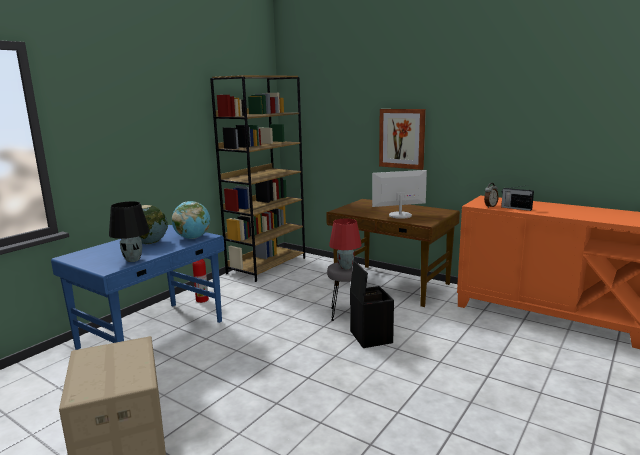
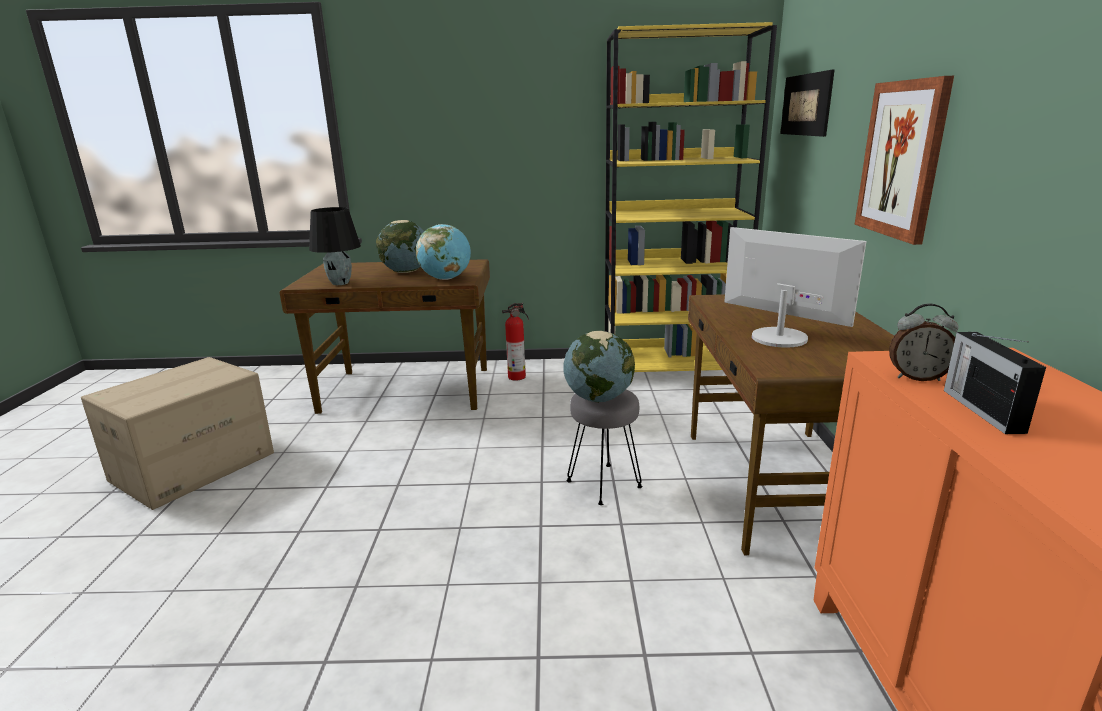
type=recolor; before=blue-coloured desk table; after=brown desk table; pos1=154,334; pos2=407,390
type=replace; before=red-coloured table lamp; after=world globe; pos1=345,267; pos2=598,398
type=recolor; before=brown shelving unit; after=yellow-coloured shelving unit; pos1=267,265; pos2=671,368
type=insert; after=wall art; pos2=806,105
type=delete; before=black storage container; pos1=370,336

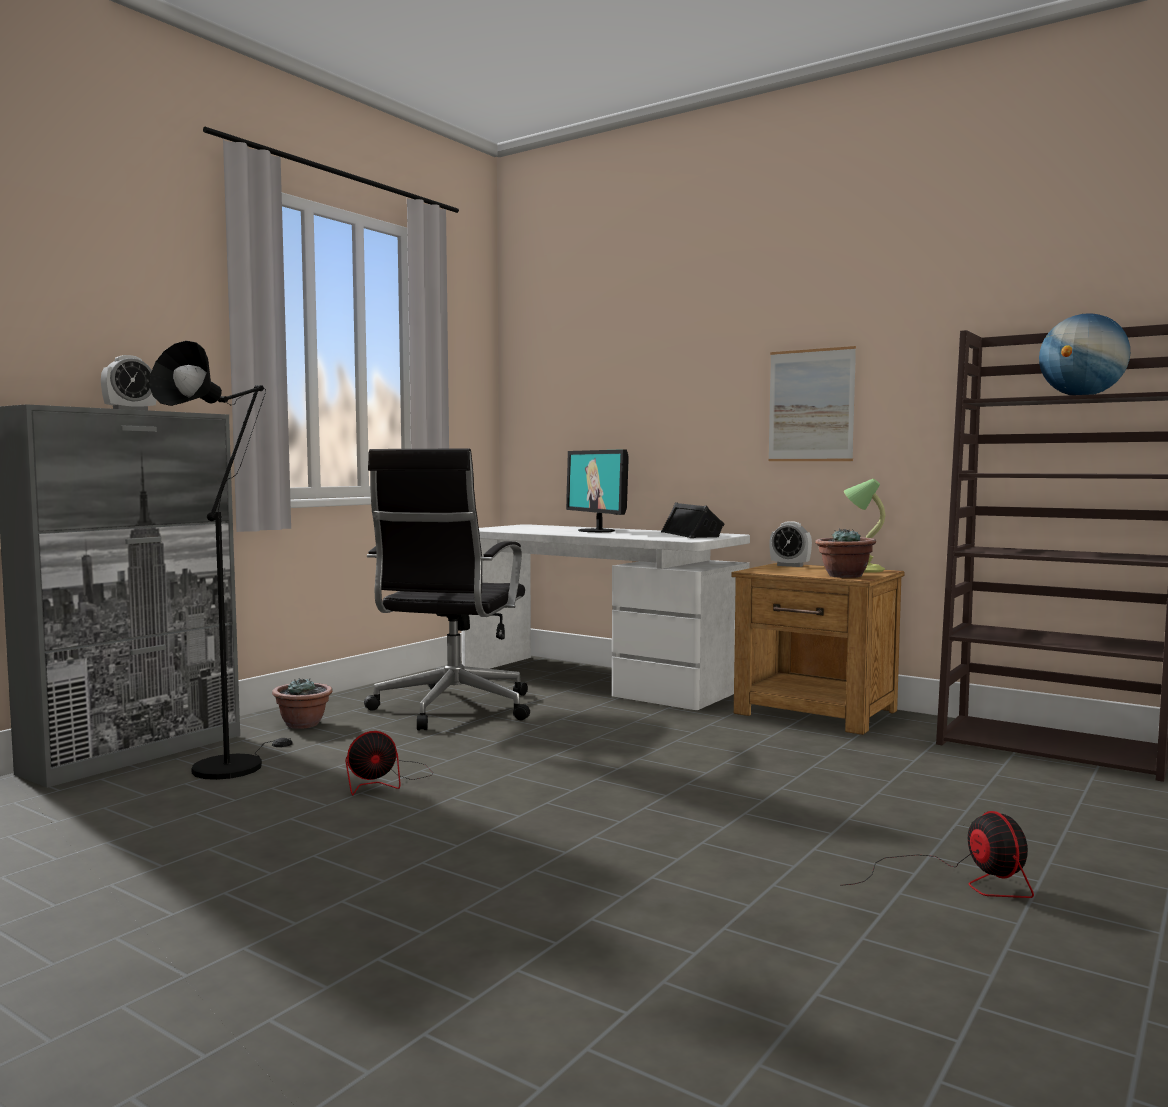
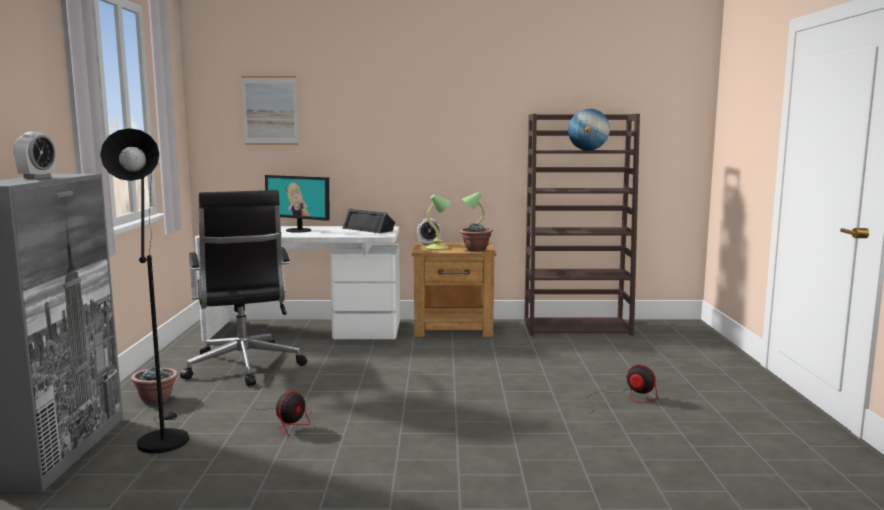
type=move; before=wall art; pos1=811,405; pos2=270,110
type=insert; after=table lamp; pos2=438,248

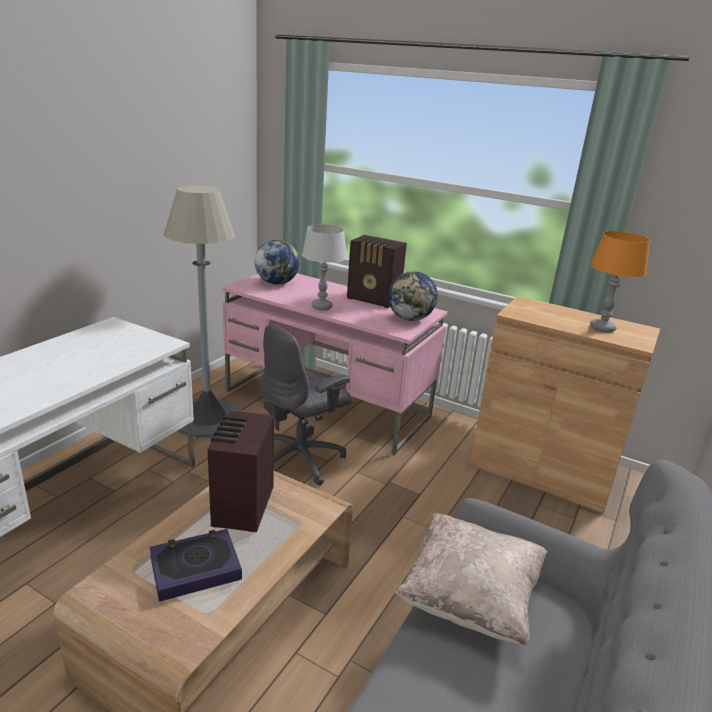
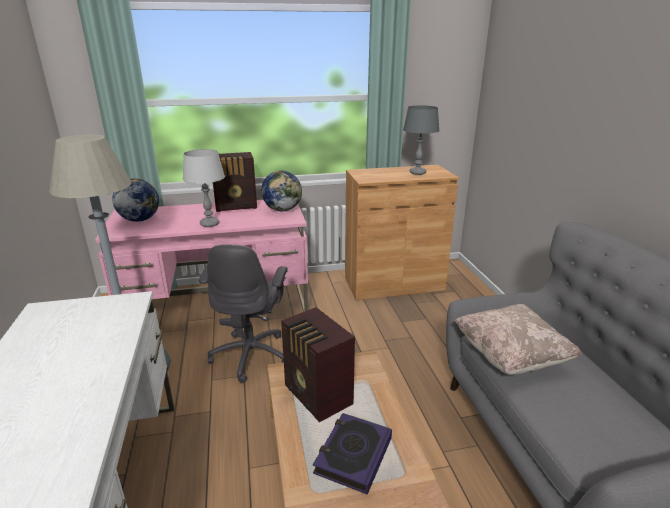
type=recolor; before=orange-coloured table lamp; after=greyish table lamp; pos1=602,328; pos2=417,173

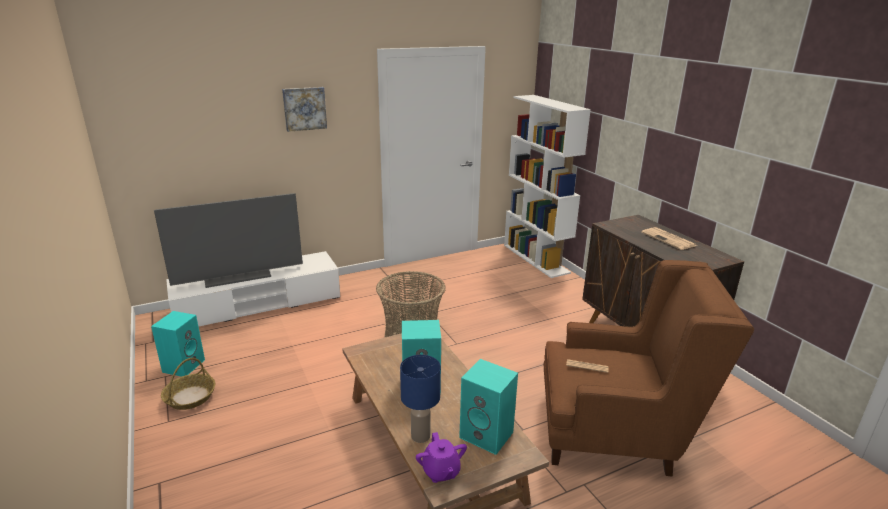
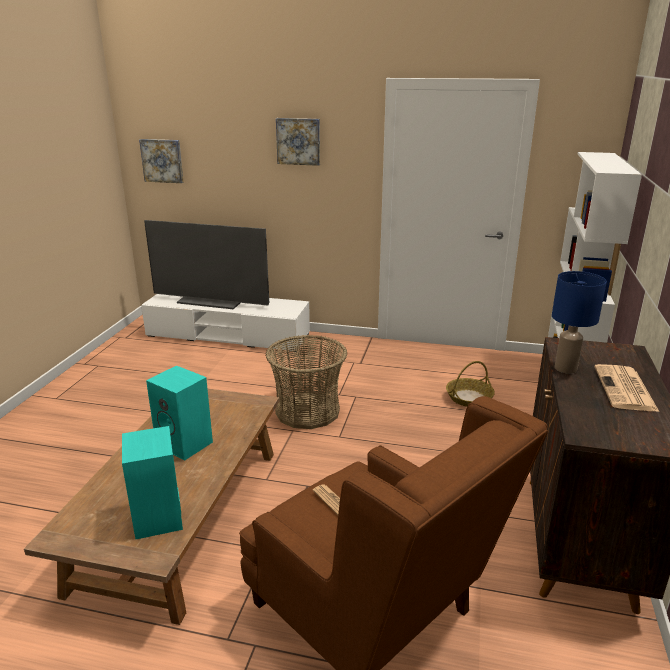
type=insert; after=wall art; pos2=162,160
type=move; before=storage basket; pos1=190,397; pos2=469,398
type=move; before=blue-coloured table lamp; pos1=420,436; pos2=565,368
type=delete; before=blue-green audio speaker; pos1=183,365
type=delete; before=purple tea pot; pos1=441,471

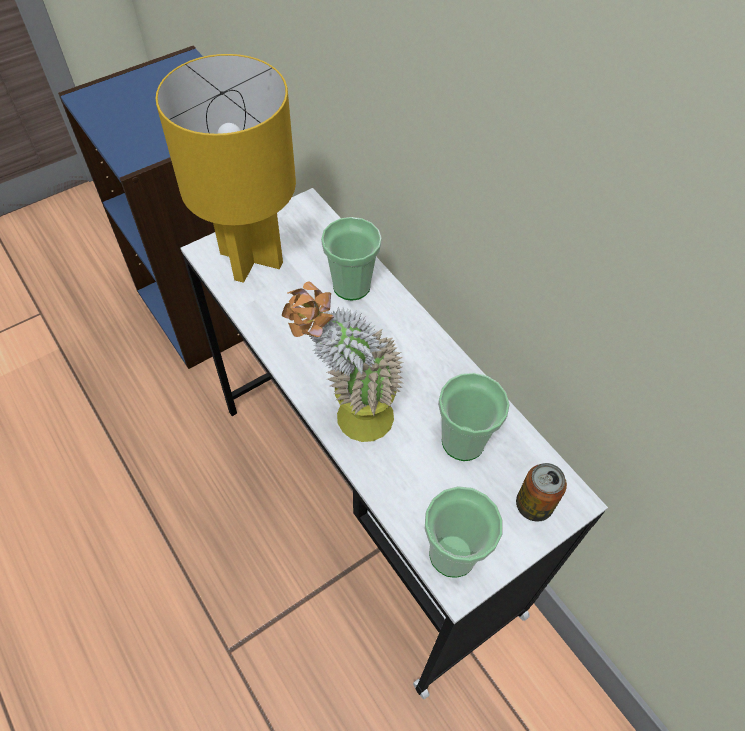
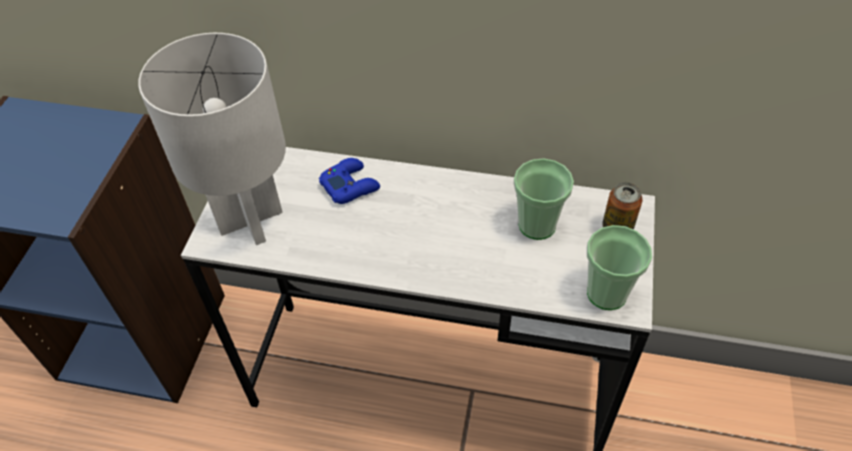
type=recolor; before=yellow-coloured table lamp; after=whitish table lamp; pos1=251,257; pos2=249,220
type=replace; before=drinking cup; after=blue-coloured gamepad; pos1=351,286; pos2=350,185
type=delete; before=potted plant; pos1=350,421

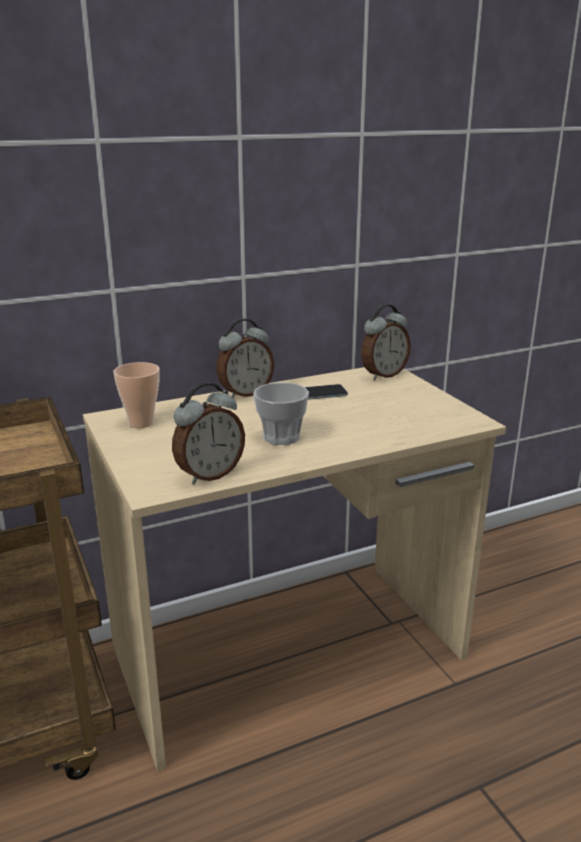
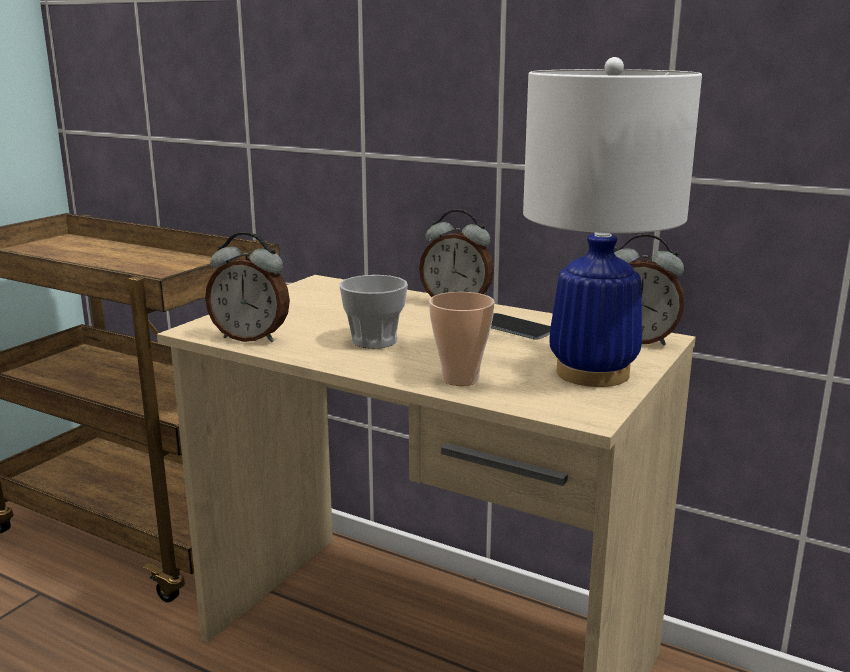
type=move; before=drinking cup; pos1=141,423; pos2=460,379
type=insert; after=whitish table lamp; pos2=592,372

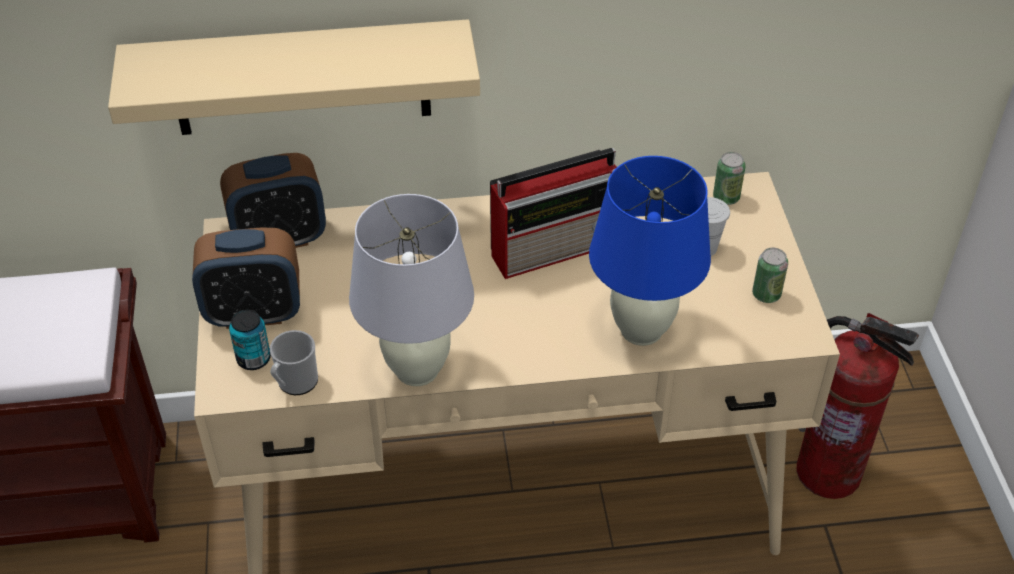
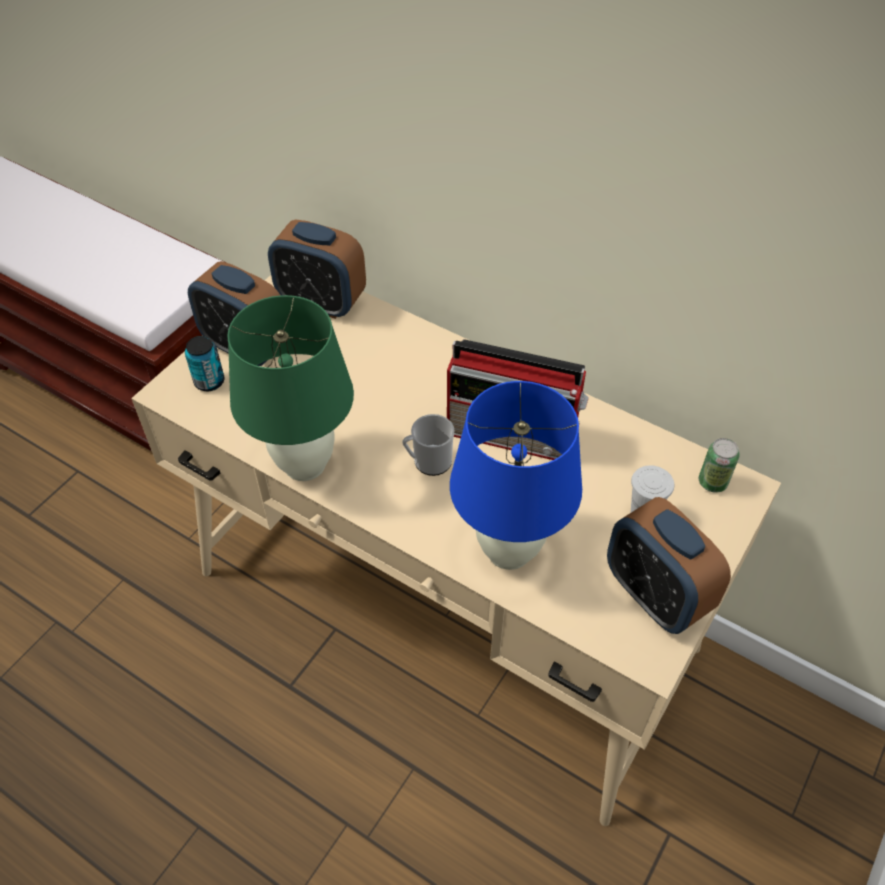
type=recolor; before=whitish table lamp; after=greenish table lamp; pos1=417,369; pos2=305,465
type=move; before=coffee mug; pos1=295,383; pos2=428,462
type=replace; before=metal can; after=alarm clock; pos1=766,294; pos2=655,595
type=delete; before=sand-coloured shelf; pos1=301,78
type=delete; before=extinguisher; pos1=828,473

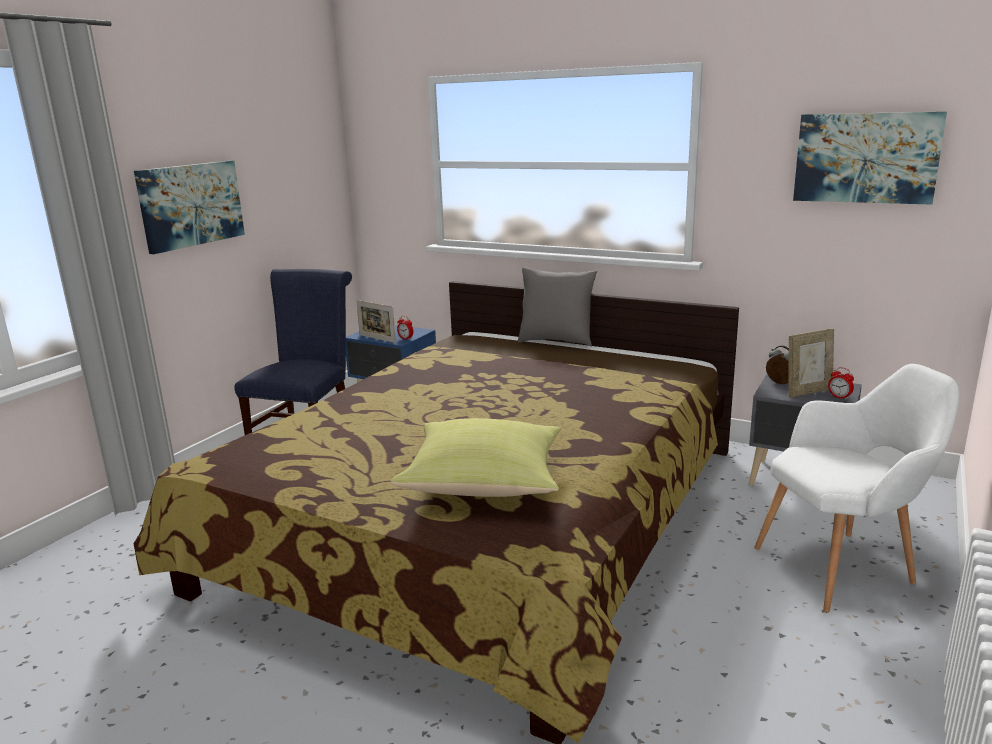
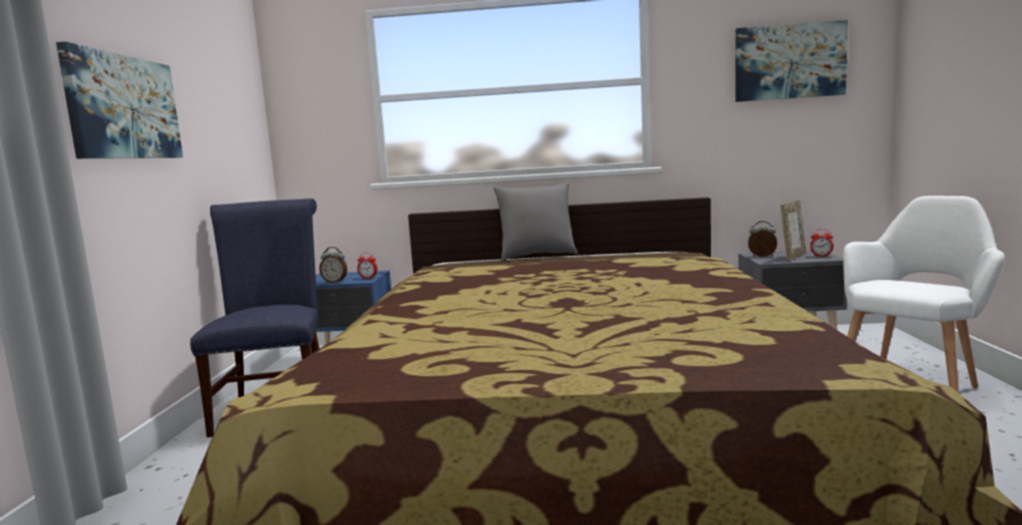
type=replace; before=picture frame; after=alarm clock; pos1=377,338; pos2=335,282
type=delete; before=yellow-coloured cushion; pos1=485,483

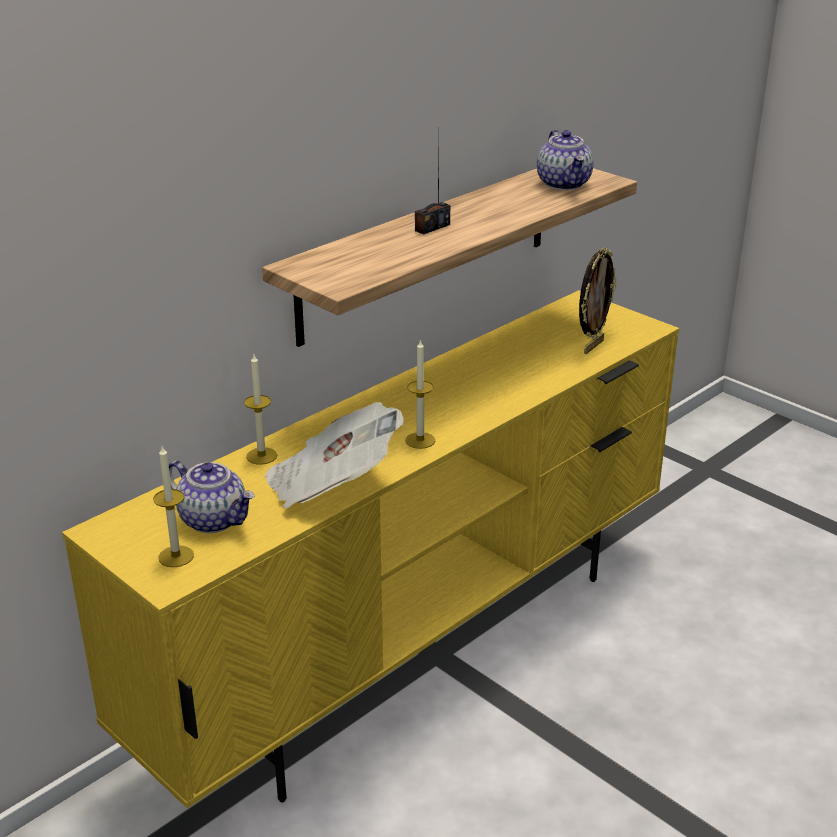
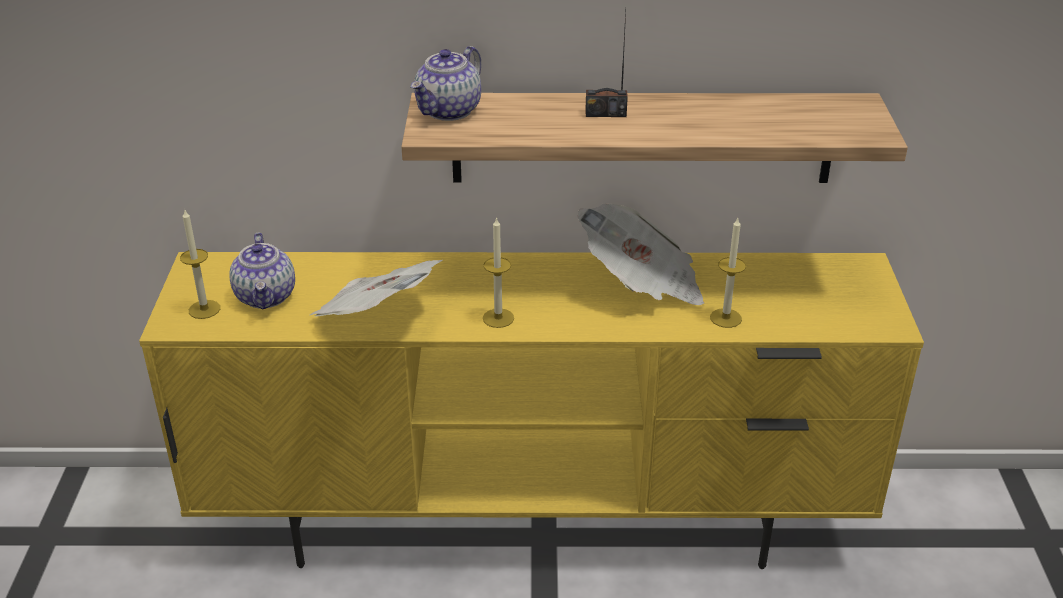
type=move; before=tea pot; pos1=564,184; pos2=449,111
type=insert; after=newspaper; pos2=642,284
type=move; before=wax light; pos1=261,456; pos2=725,318
type=delete; before=picture frame; pos1=592,346

